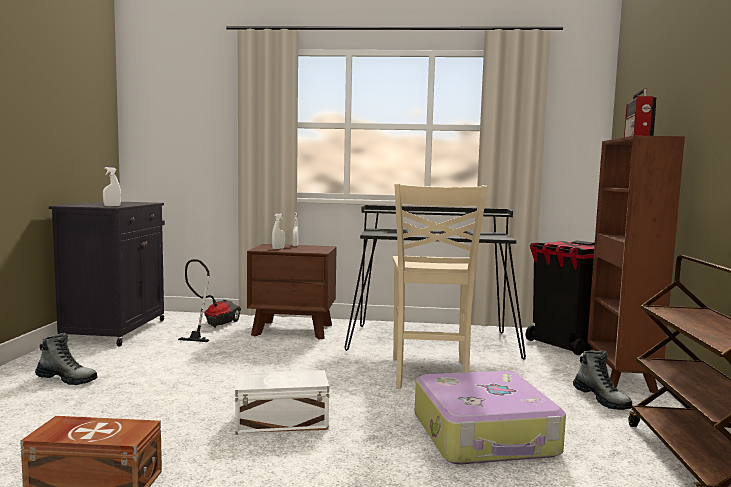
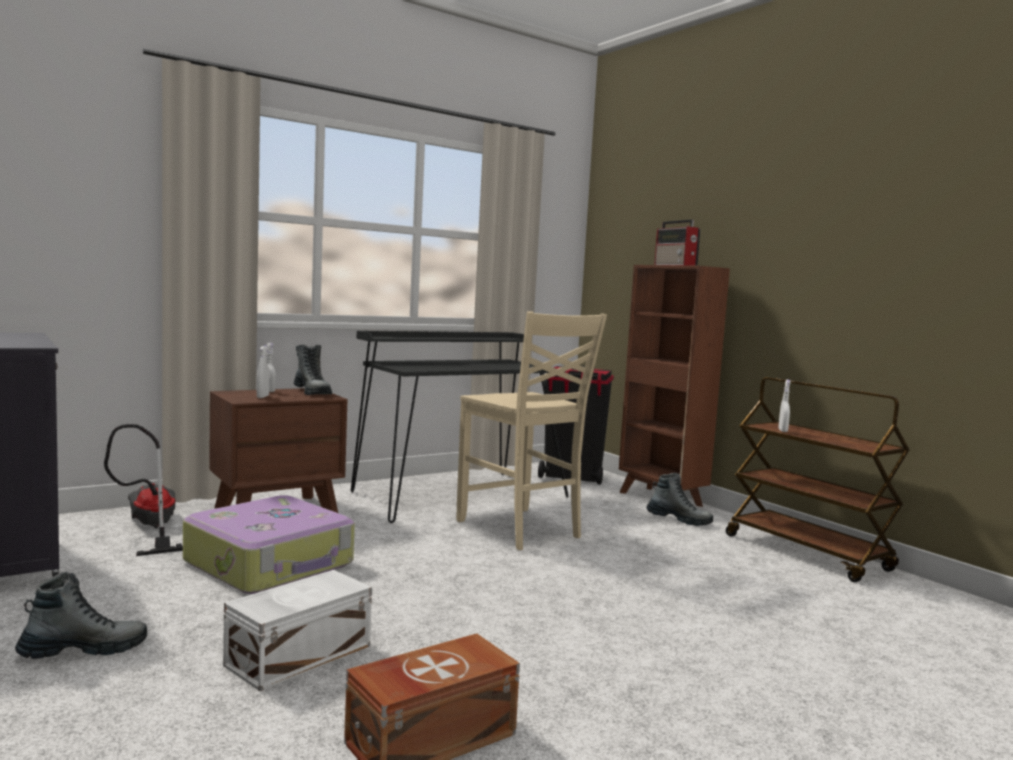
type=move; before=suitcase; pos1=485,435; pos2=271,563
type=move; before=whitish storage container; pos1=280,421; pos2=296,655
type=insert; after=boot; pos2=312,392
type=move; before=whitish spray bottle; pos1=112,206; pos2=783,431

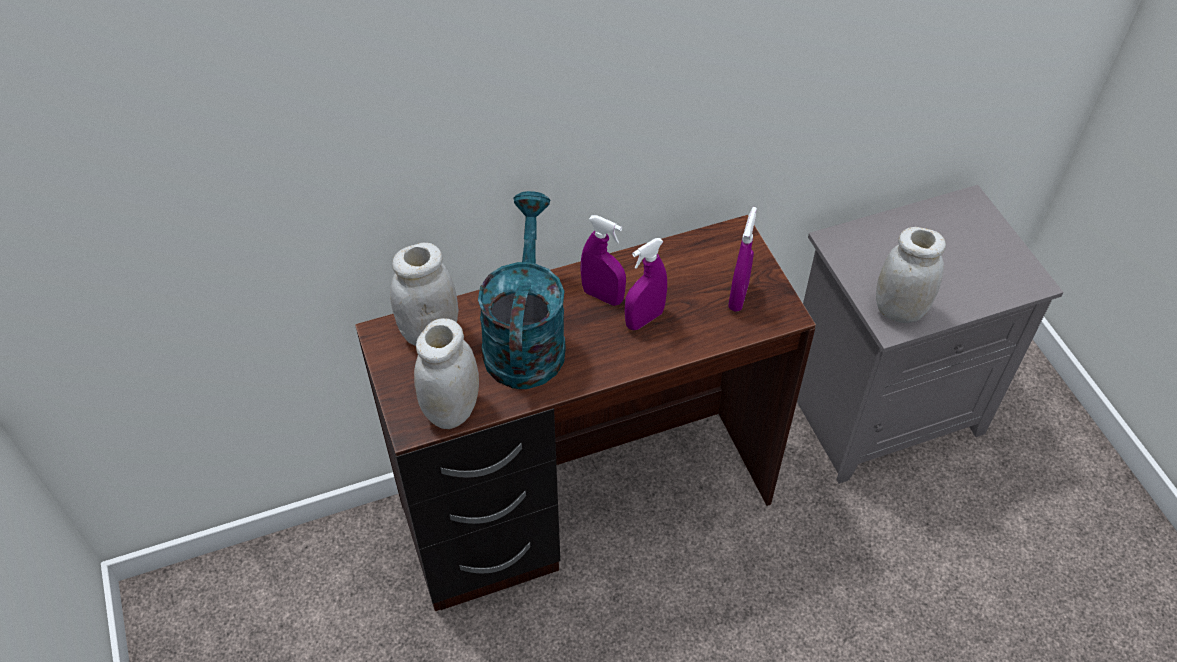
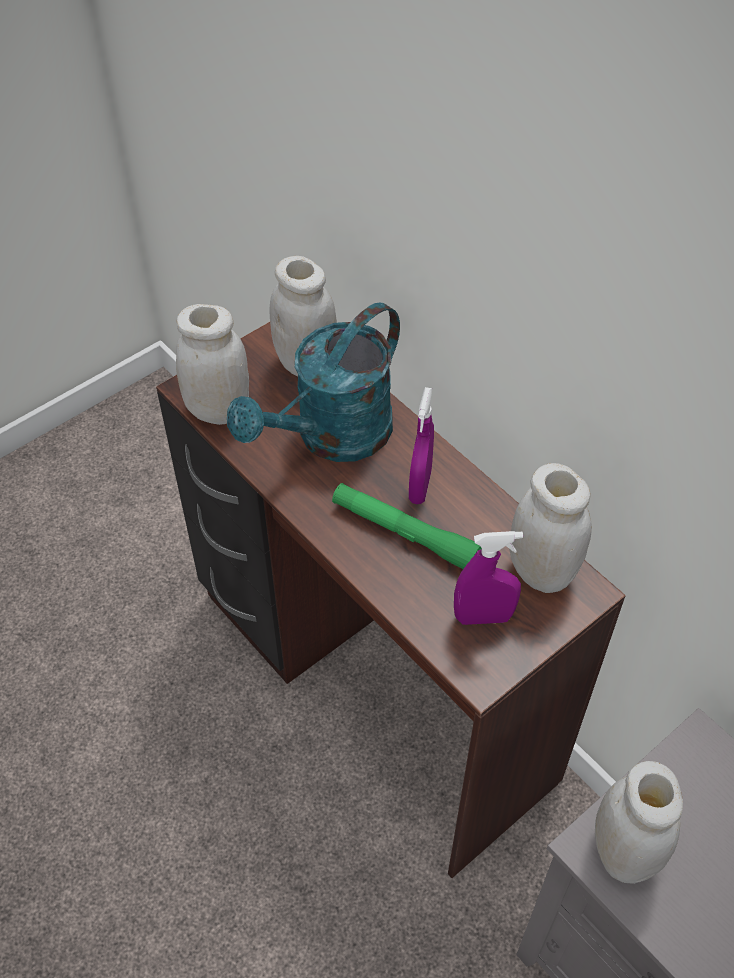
type=rotate; before=blue-green watering can; pos1=525,337; pos2=332,438; turn=150
type=replace; before=purple spray bottle; after=greenish torch; pos1=644,319; pos2=405,533
type=insert; after=whitish preserve jar; pos2=541,571

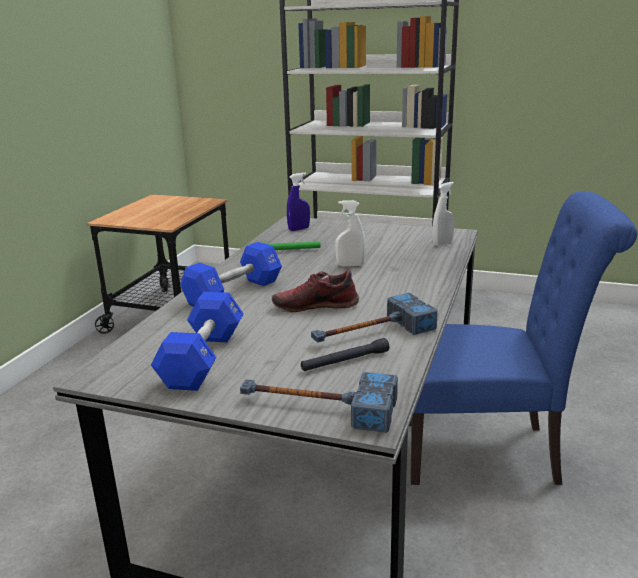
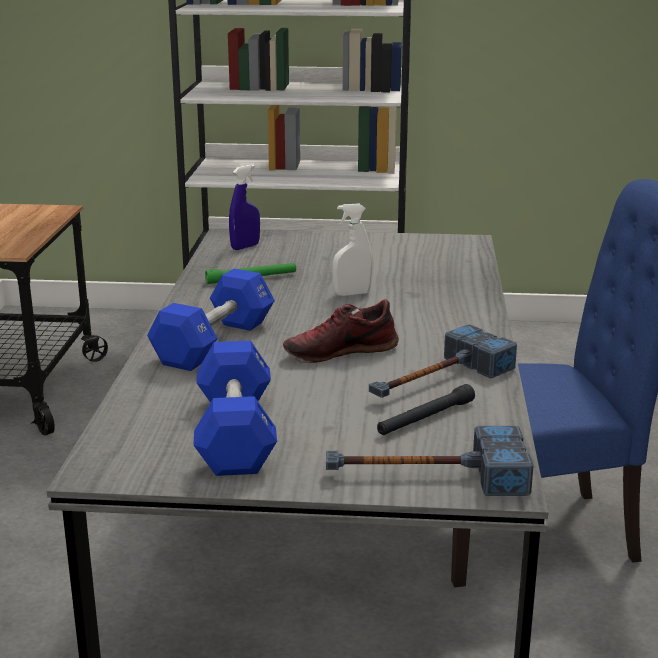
type=delete; before=whitish spray bottle; pos1=442,243

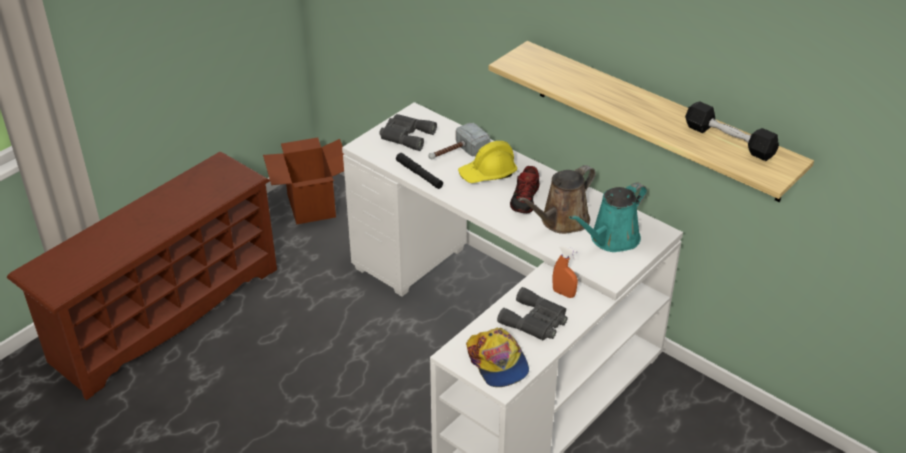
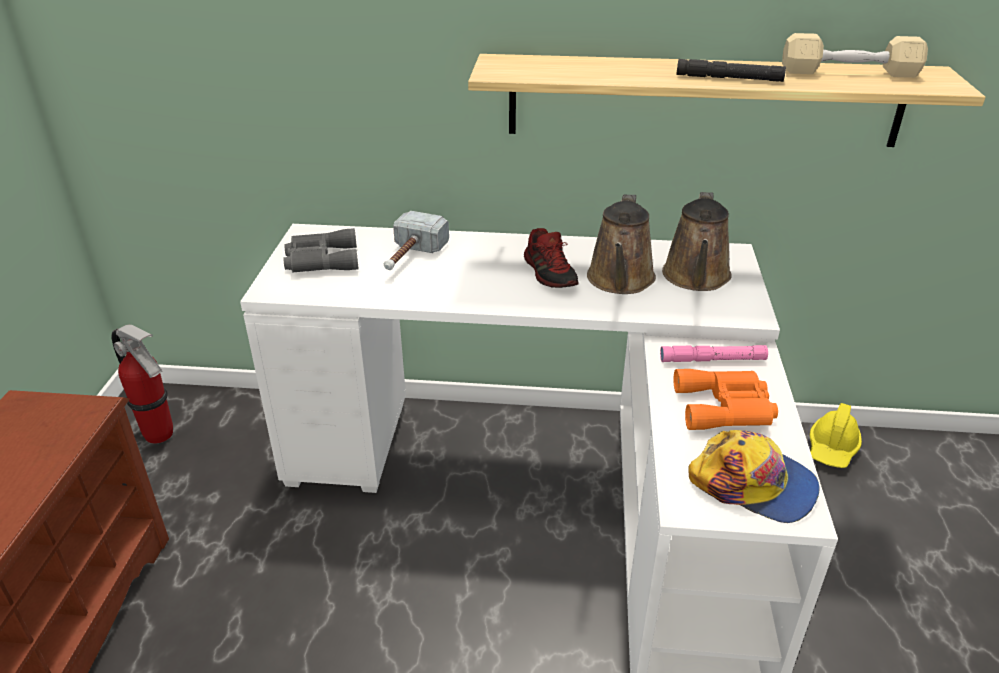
type=replace; before=cardboard box; after=extinguisher; pos1=311,205; pos2=160,435
type=replace; before=orange-coloured spray bottle; after=pinkish torch; pos1=563,293; pos2=712,359
type=recolor; before=blue-green watering can; after=brown watering can; pos1=611,239; pos2=696,278
type=recolor; before=greyish pair of binoculars; after=orange-coloured pair of binoculars; pos1=535,321; pos2=726,407
type=move; before=black torch; pos1=419,174; pos2=728,78
type=recolor; before=black hand weight; after=sand-coloured hand weight; pos1=729,140; pos2=849,72
type=move; before=yellow-coloured hard hat; pos1=488,174; pos2=832,448

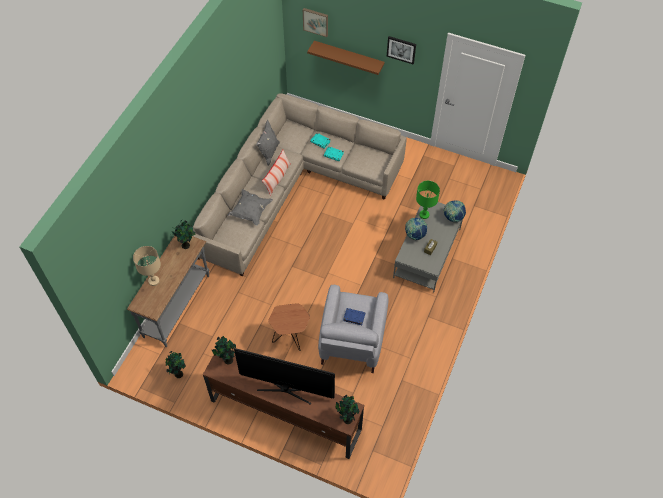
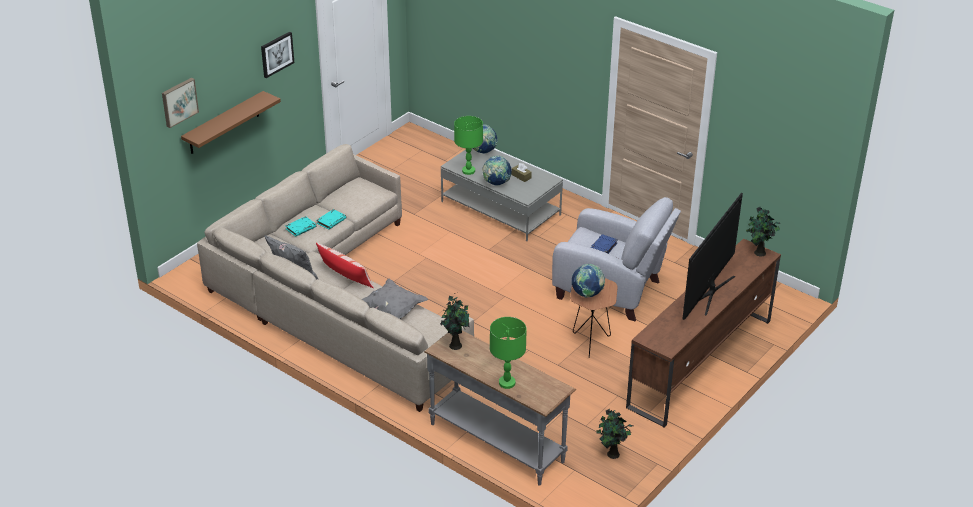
type=recolor; before=sand-coloured table lamp; after=greenish table lamp; pos1=154,281; pos2=506,383
type=insert; after=world globe; pos2=587,294
type=delete; before=potted plant; pos1=227,360

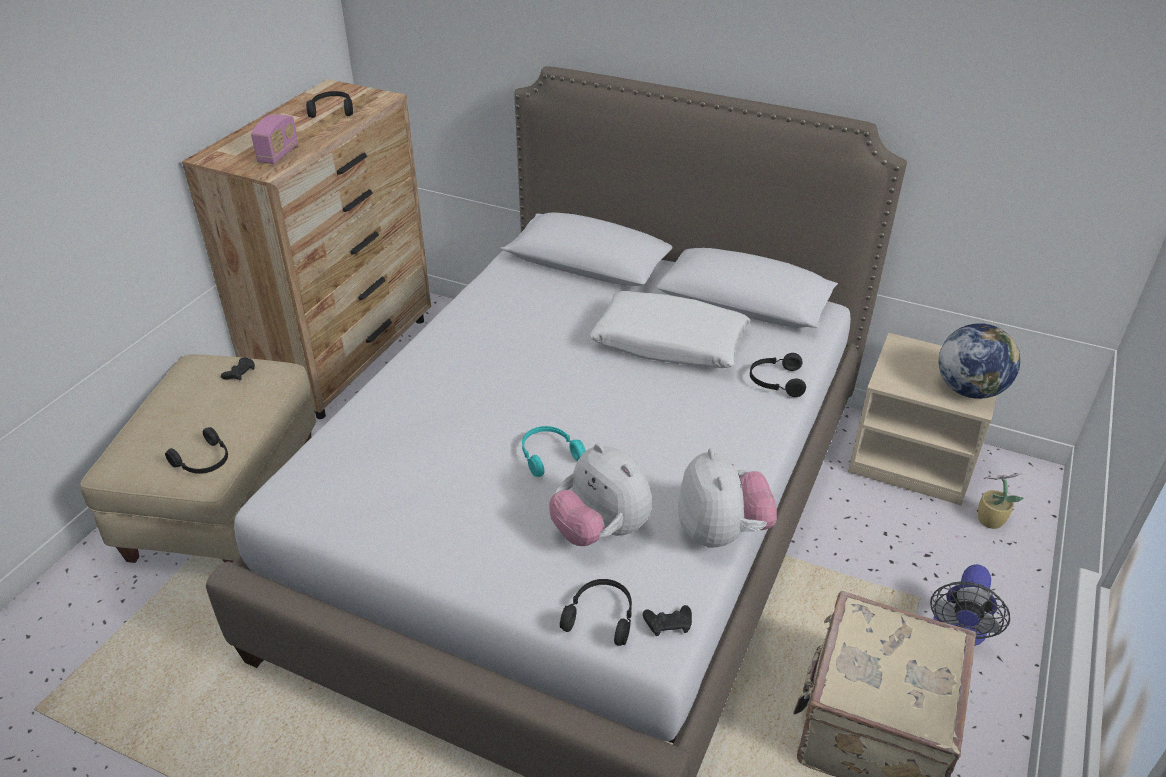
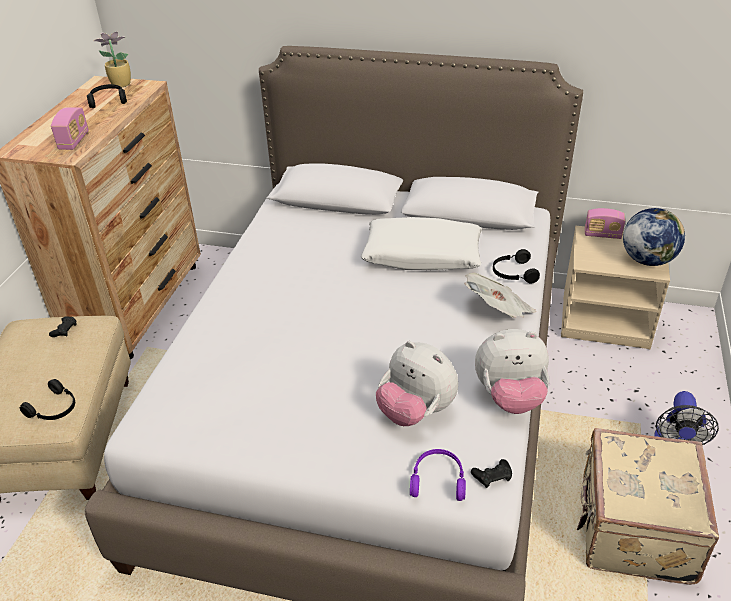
type=move; before=potted plant; pos1=988,520; pos2=120,84
type=recolor; before=black pair of headphones; after=purple pair of headphones; pos1=601,616; pos2=438,480
type=insert; after=newspaper; pos2=498,311
type=rotate; before=soft toy; pos1=721,533; pos2=510,397; turn=105
type=insert; after=radio receiver; pos2=602,235
type=delete; before=blue-green pair of headphones; pos1=548,455

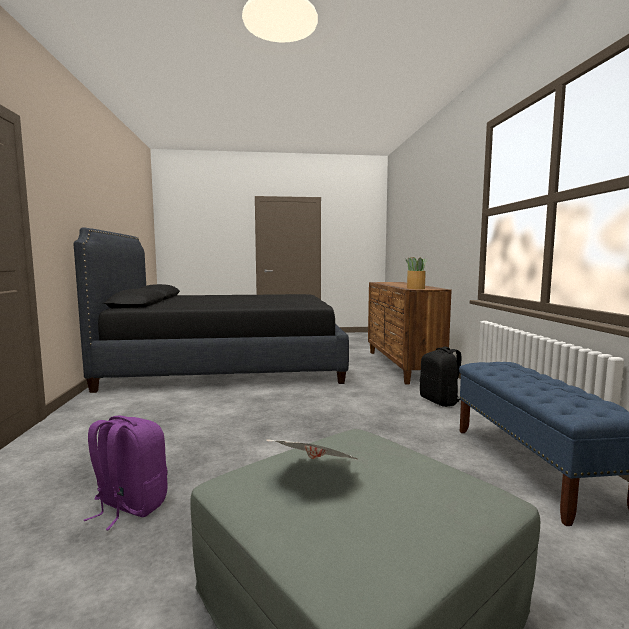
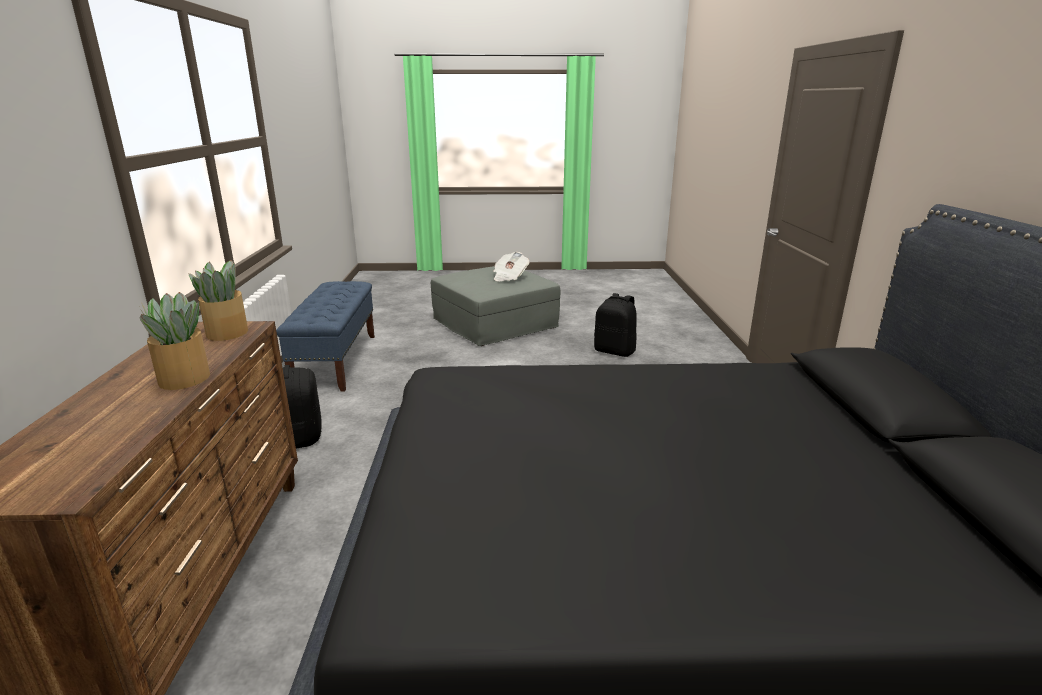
type=insert; after=potted plant; pos2=183,379
type=recolor; before=purple backpack; after=black backpack; pos1=129,506; pos2=615,351

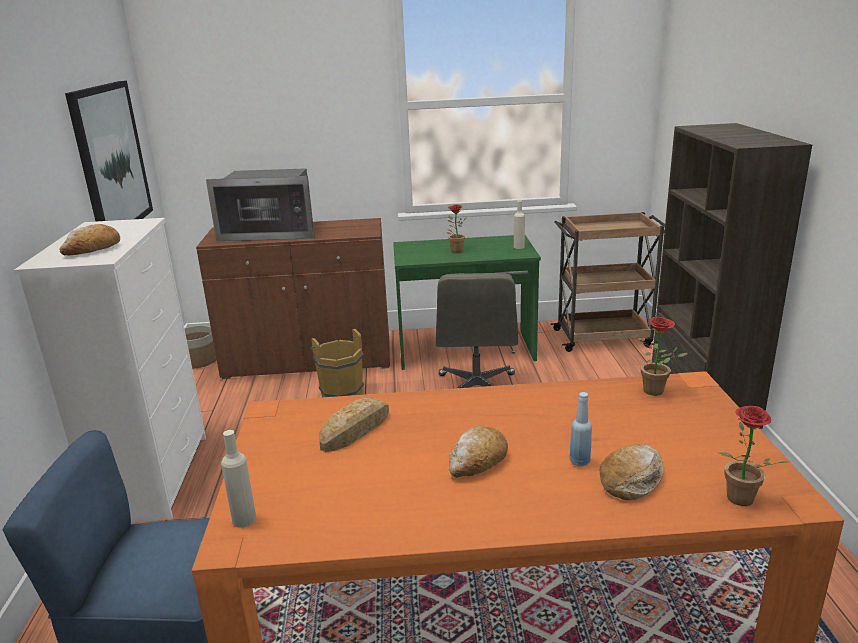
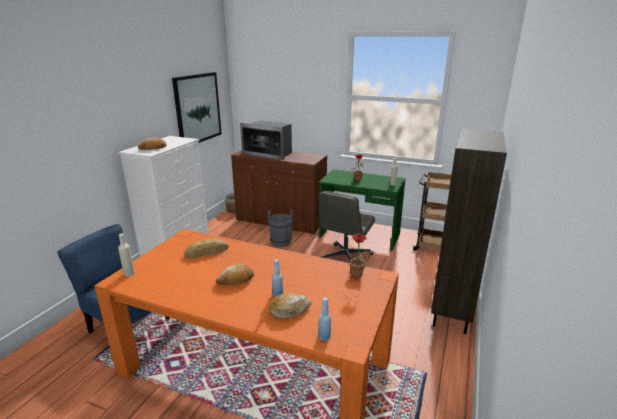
type=recolor; before=brown water bucket; after=greyish water bucket; pos1=341,393; pos2=281,241
type=replace; before=potted plant; after=blue-coloured beverage bottle; pos1=738,501; pos2=324,337

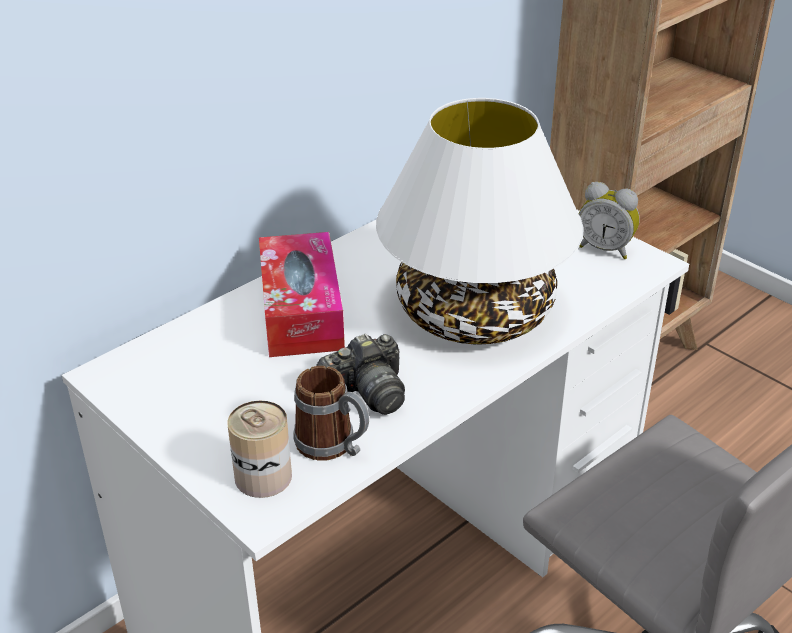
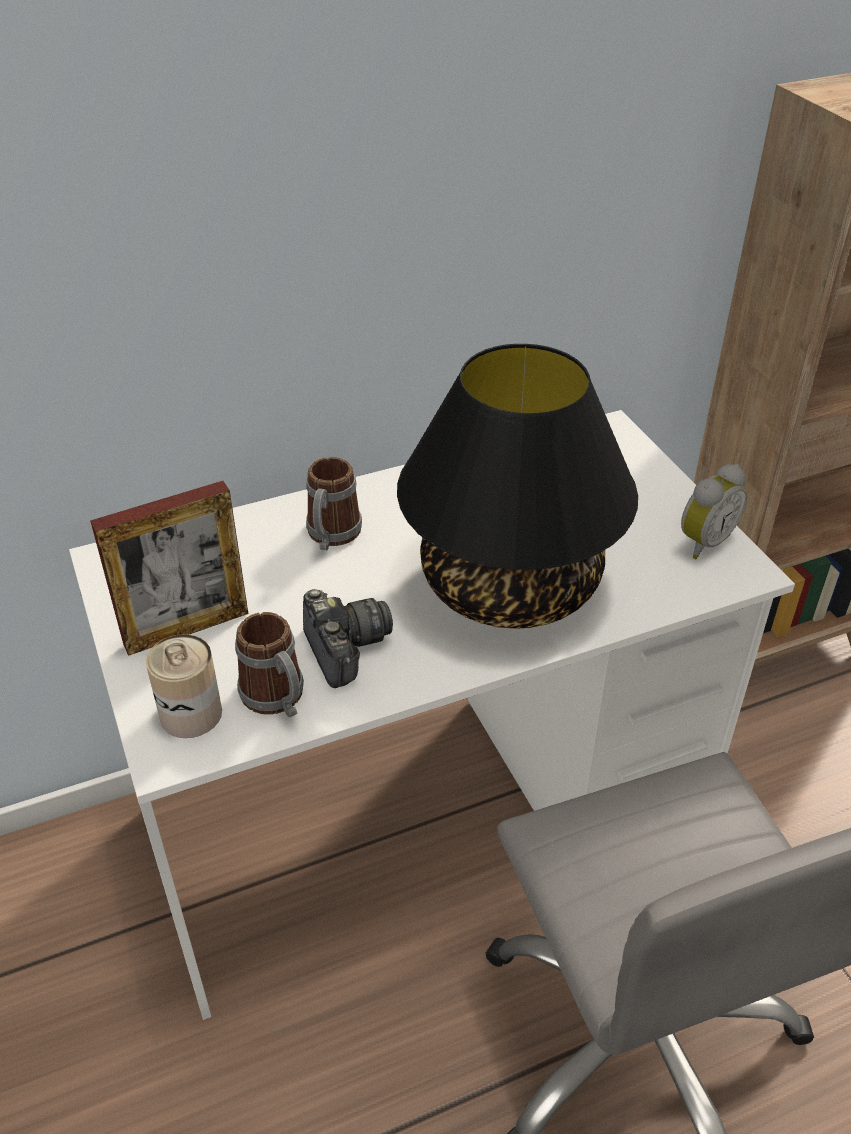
type=insert; after=picture frame; pos2=186,628
type=rotate; before=photo camera; pos1=366,393; pos2=344,649; turn=-105
type=replace; before=box of tissues; after=coffee mug; pos1=301,311; pos2=331,537
type=recolor; before=whitish table lamp; after=black table lamp; pos1=476,313; pos2=511,585
type=rotate; before=alarm clock; pos1=605,249; pos2=702,542; turn=-90

